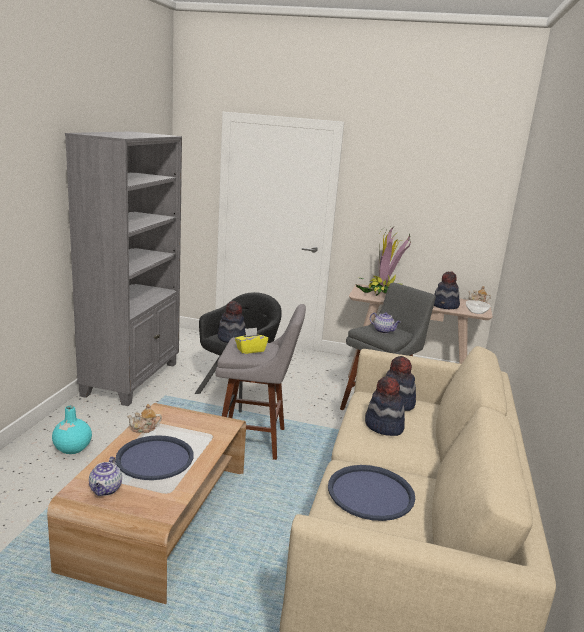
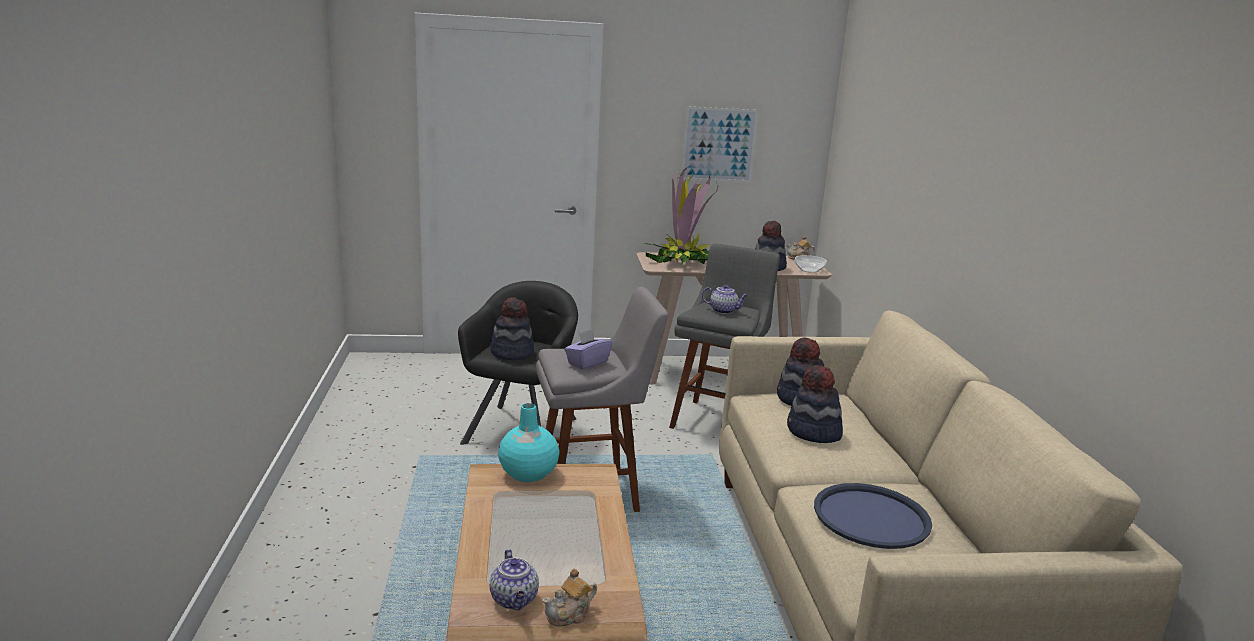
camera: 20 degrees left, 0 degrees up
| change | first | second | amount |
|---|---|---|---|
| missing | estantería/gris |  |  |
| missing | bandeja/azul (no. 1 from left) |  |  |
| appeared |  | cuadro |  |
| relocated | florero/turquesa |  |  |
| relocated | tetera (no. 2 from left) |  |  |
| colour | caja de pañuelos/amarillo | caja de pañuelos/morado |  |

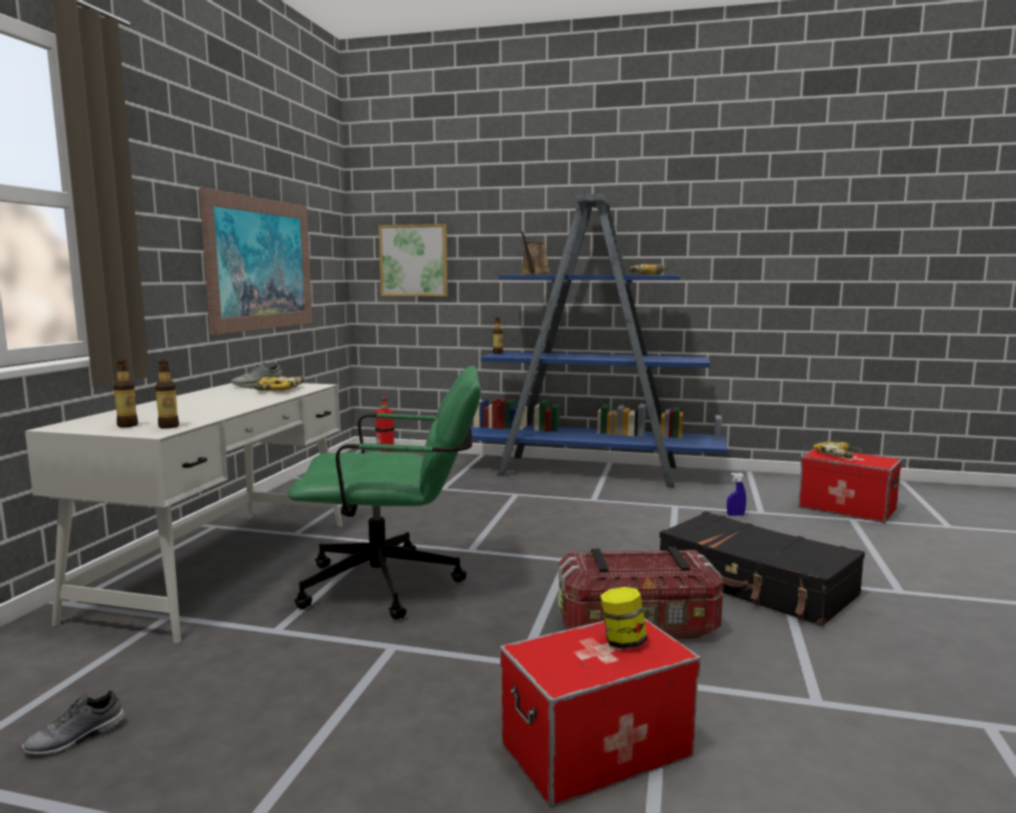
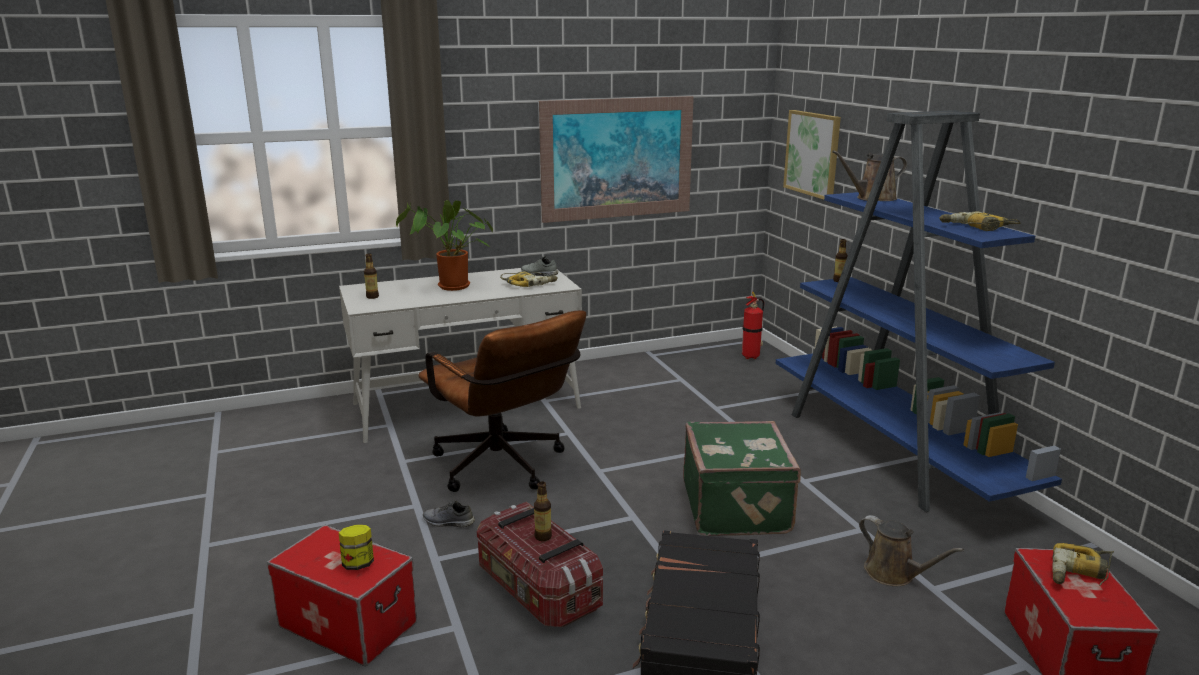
camera: 55 degrees right, 10 degrees up
| change | first | second | amount |
|---|---|---|---|
| appeared |  | planta en maceta |  |
| appeared |  | maleta/verde |  |
| relocated | zapato/gris (no. 1 from left) |  |  |
| relocated | botella (no. 2 from left) |  |  |
| exchanged | pulverizador/azul | regadera/marrón (no. 2 from left) |  |
| colour | silla de oficina/verde | silla de oficina/marrón |  |

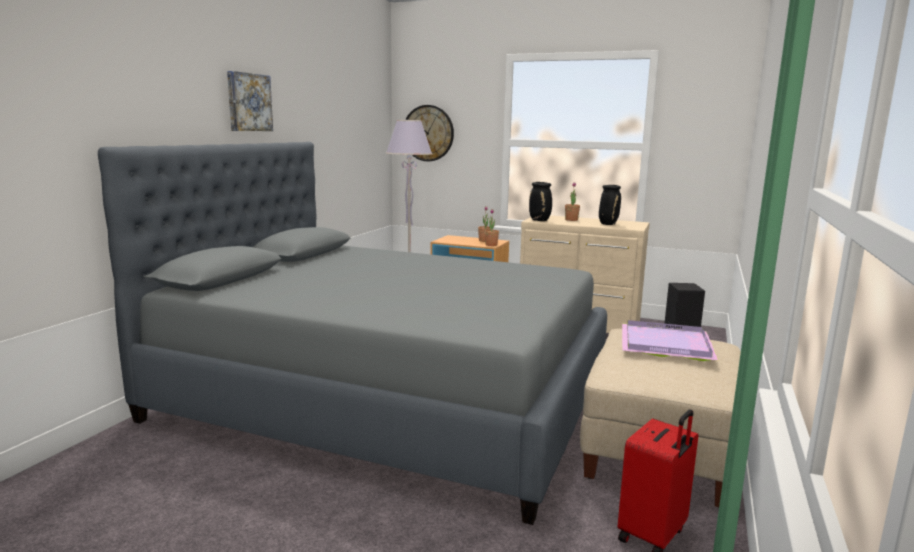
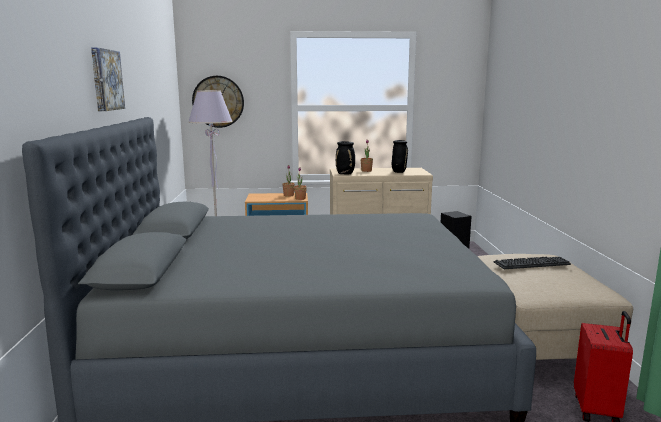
camera: 25 degrees left, 0 degrees up
| change | first | second | amount |
|---|---|---|---|
| exchanged | bandeja/morado | teclado |  |

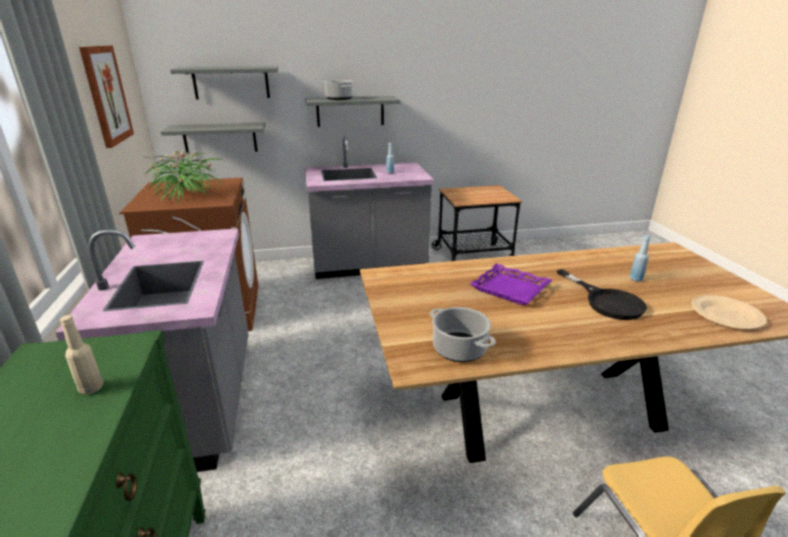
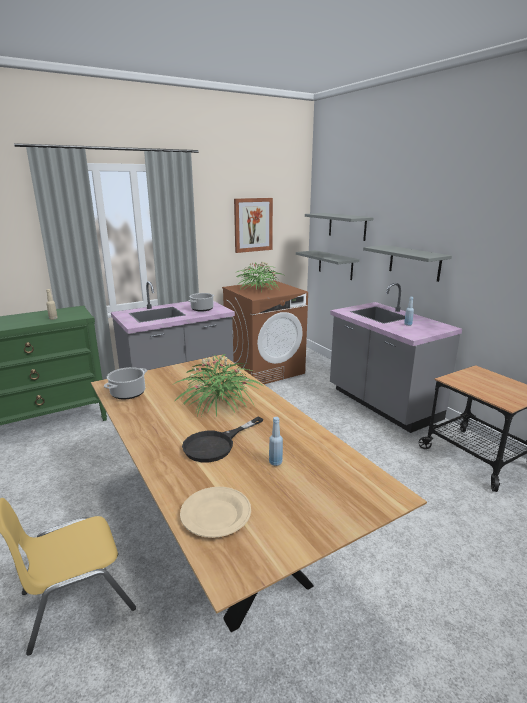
camera: 70 degrees right, 5 degrees down
| change | first | second | amount |
|---|---|---|---|
| relocated | olla (no. 1 from left in the first image) | olla (no. 2 from left) |  |
| exchanged | bandeja/morado | planta en maceta (no. 1 from left) |  |

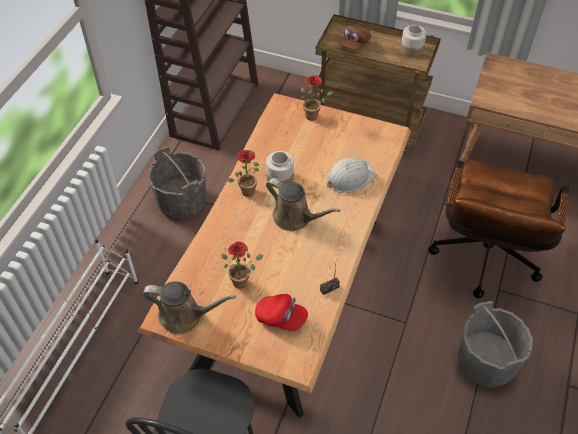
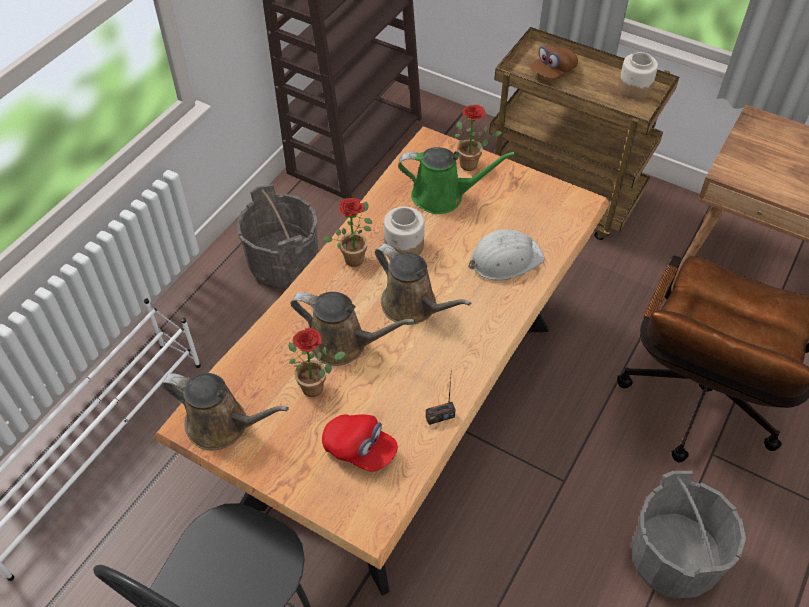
camera: 10 degrees right, 0 degrees up
| change | first | second | amount |
|---|---|---|---|
| appeared |  | regadera/marrón (no. 2 from left) |  |
| appeared |  | regadera/verde |  |

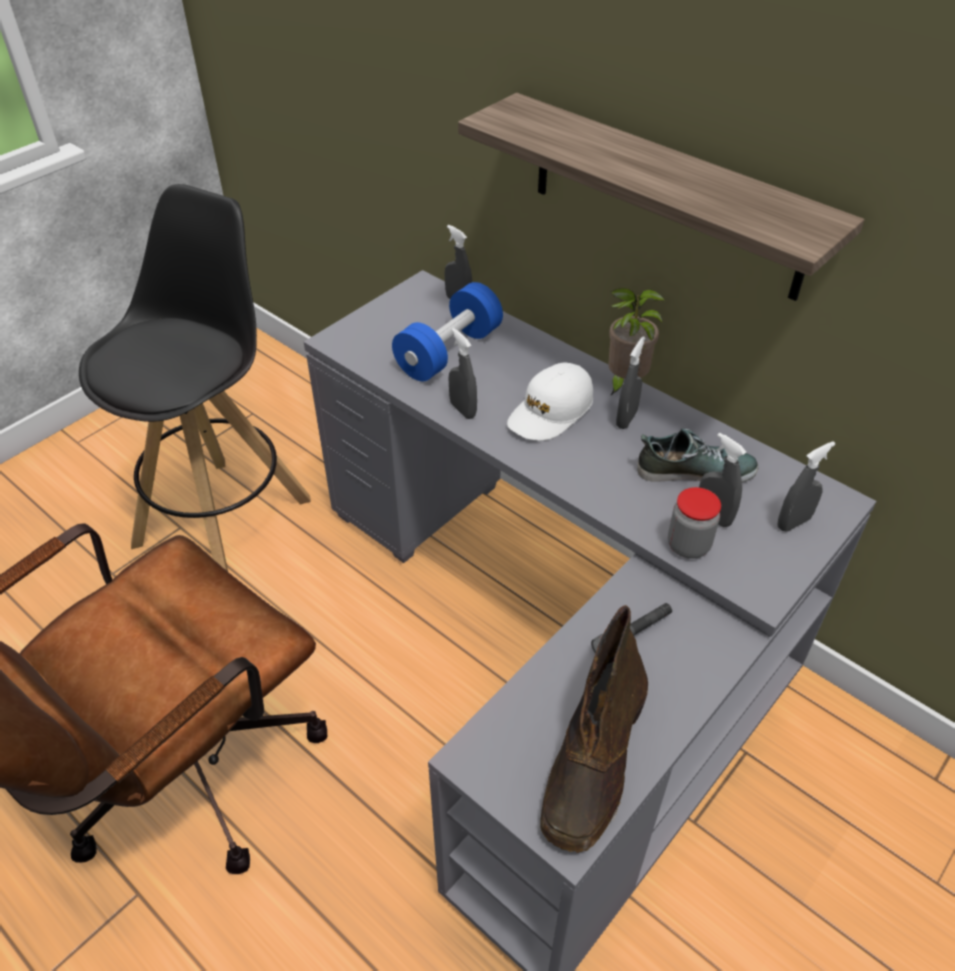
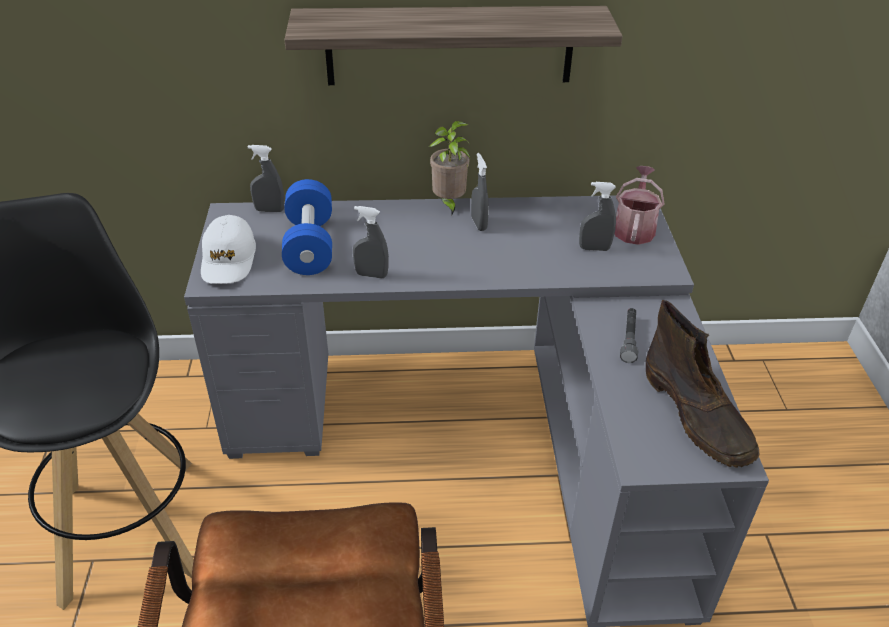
camera: 45 degrees left, 5 degrees down
| change | first | second | amount |
|---|---|---|---|
| missing | zapato |  |  |
| missing | tarro |  |  |
| relocated | gorra/blanco |  |  |
| exchanged | pulverizador/gris (no. 5 from left) | regadera |  |

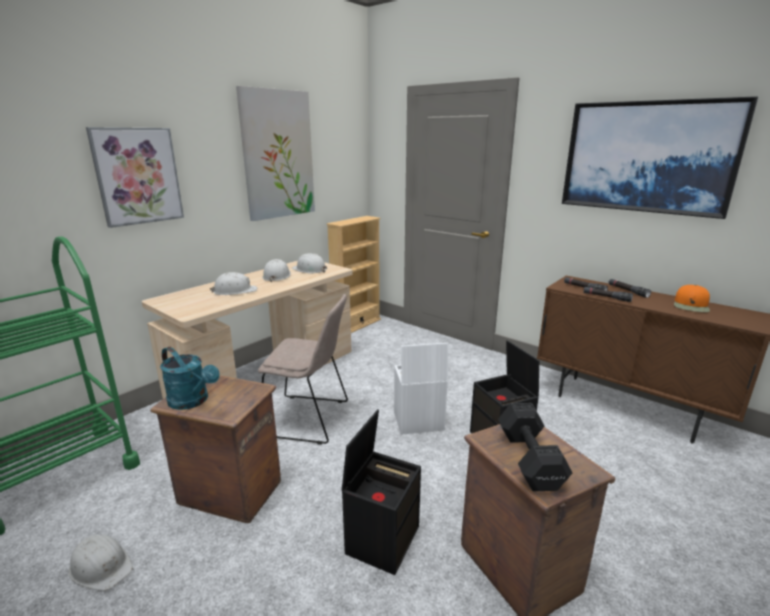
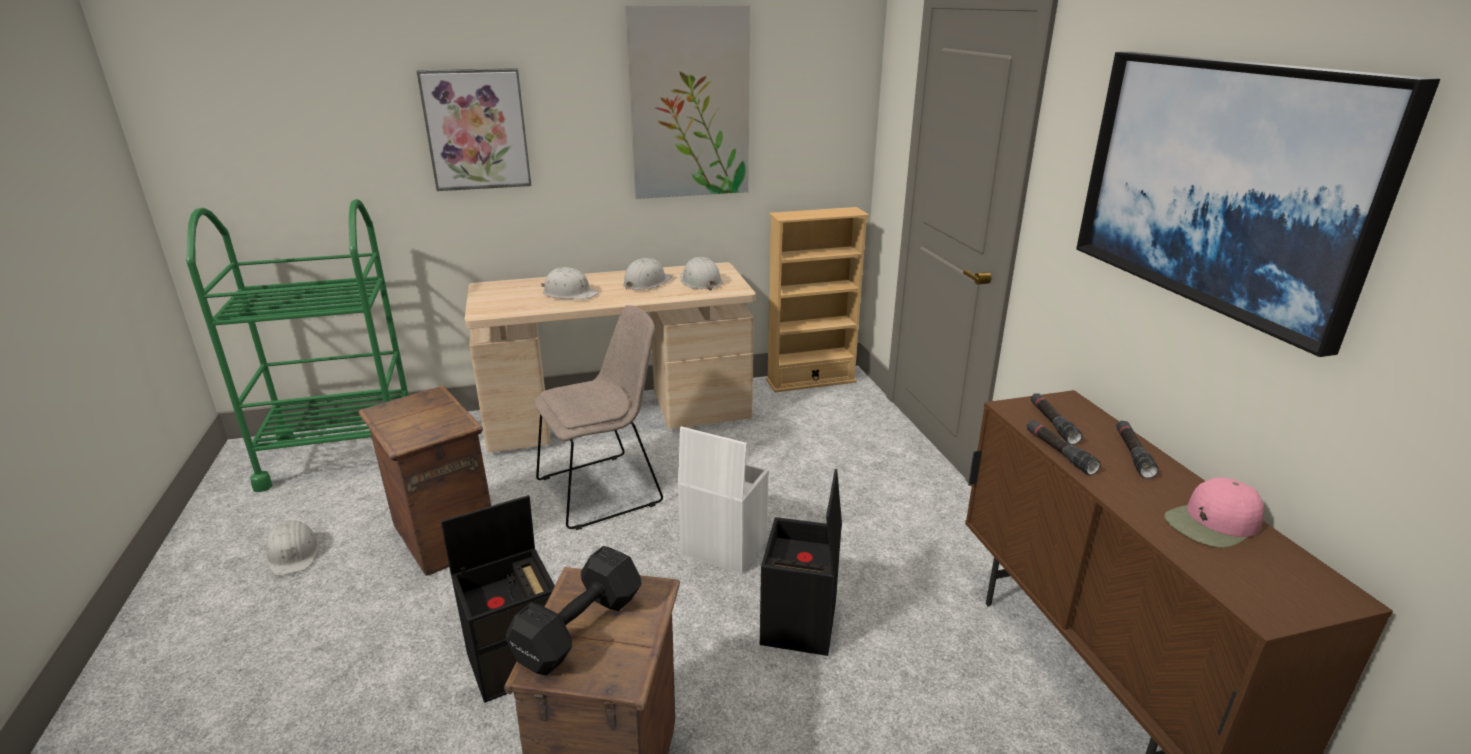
camera: 35 degrees right, 5 degrees up
| change | first | second | amount |
|---|---|---|---|
| missing | regadera/turquesa |  |  |
| colour | gorra/naranja | gorra/rosa |  |
| spun | silla/beis |  | 75 degrees counterclockwise |

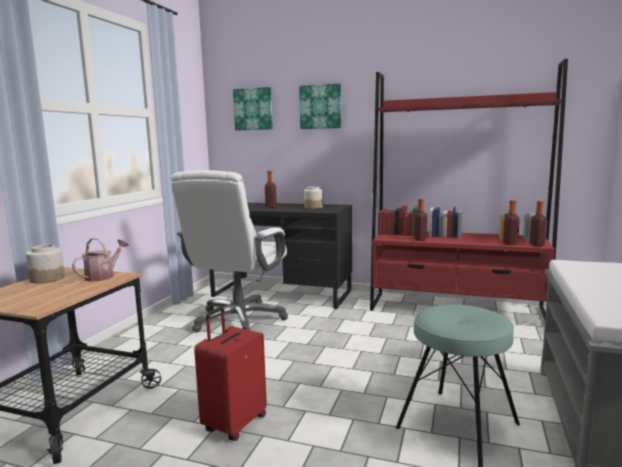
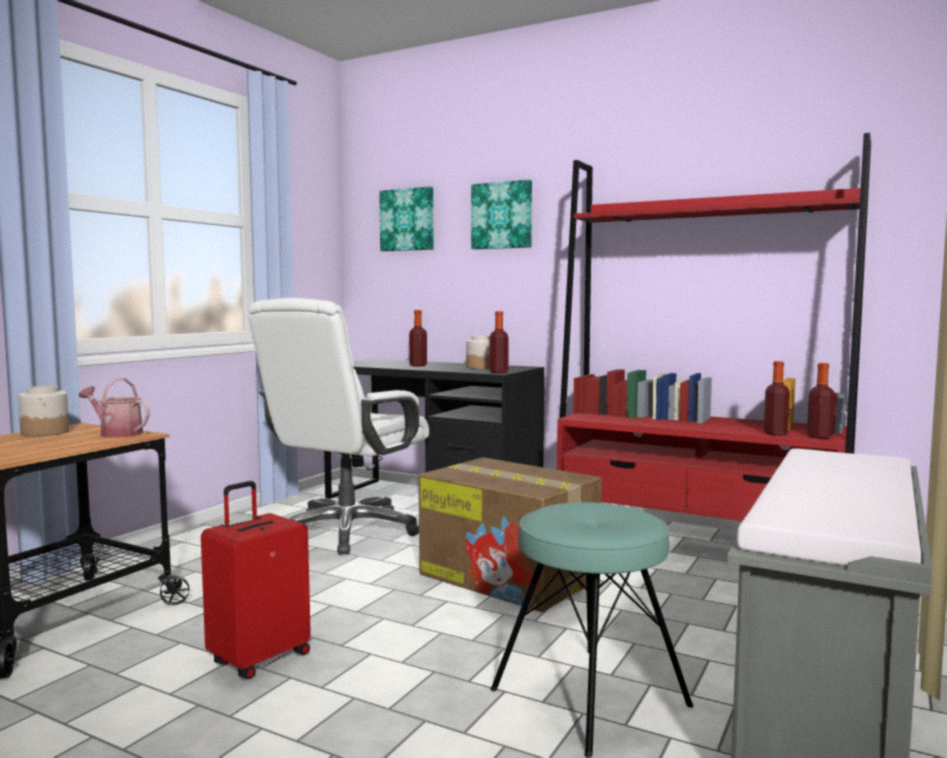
camera: 10 degrees right, 5 degrees down
| change | first | second | amount |
|---|---|---|---|
| appeared |  | caja de cartón |  |
| relocated | botella (no. 2 from left) |  |  |
| spun | regadera |  | 105 degrees counterclockwise |

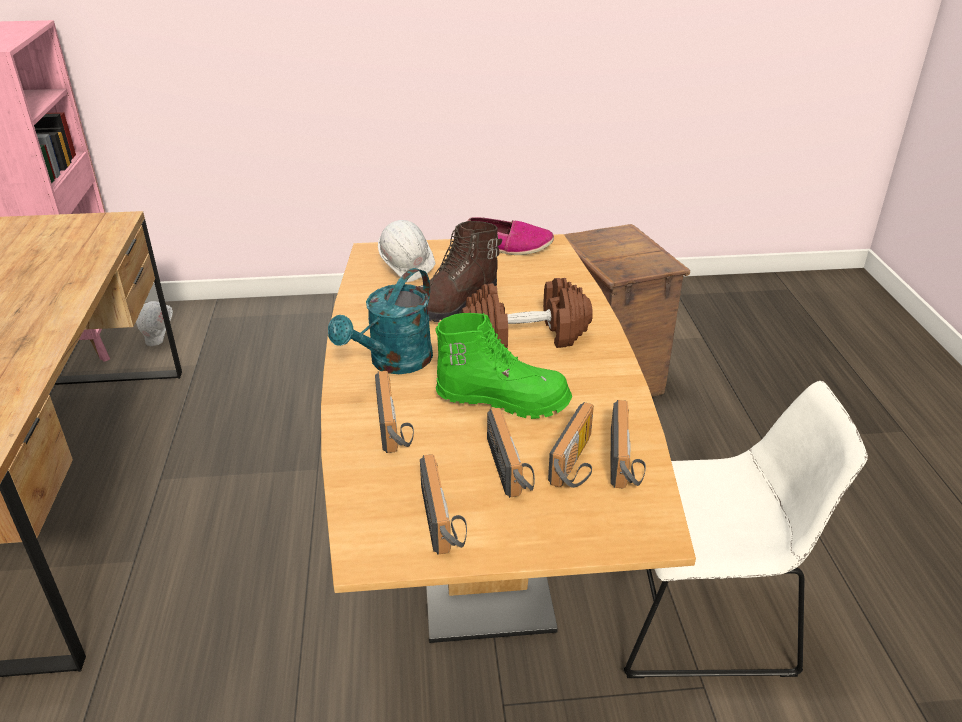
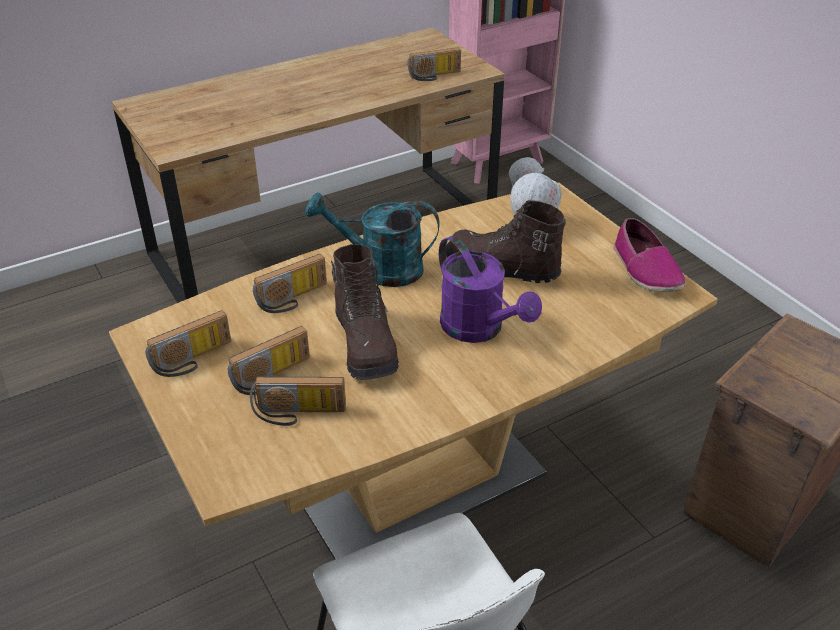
camera: 65 degrees right, 5 degrees up
| change | first | second | amount |
|---|---|---|---|
| relocated | radio (no. 5 from left) |  |  |
| exchanged | mancuerna/marrón | regadera/morado |  |
| colour | bota/verde | bota/marrón (no. 1 from left) |  |

